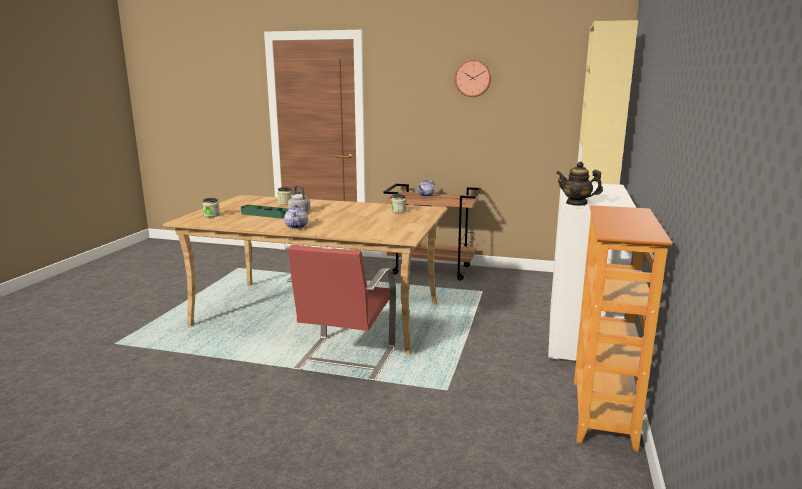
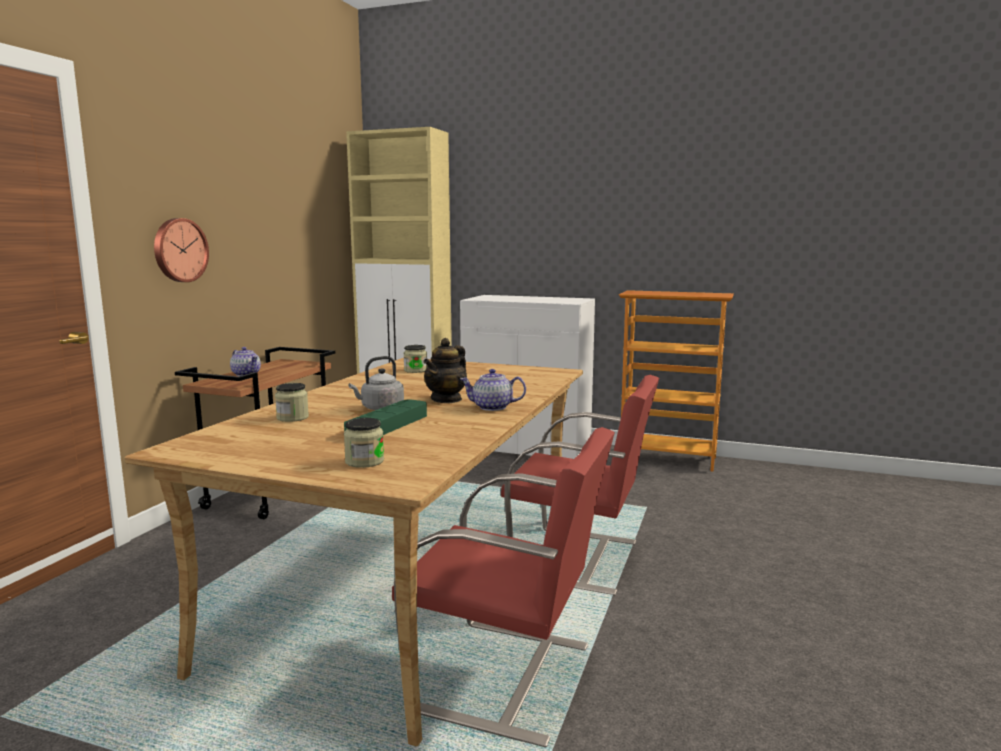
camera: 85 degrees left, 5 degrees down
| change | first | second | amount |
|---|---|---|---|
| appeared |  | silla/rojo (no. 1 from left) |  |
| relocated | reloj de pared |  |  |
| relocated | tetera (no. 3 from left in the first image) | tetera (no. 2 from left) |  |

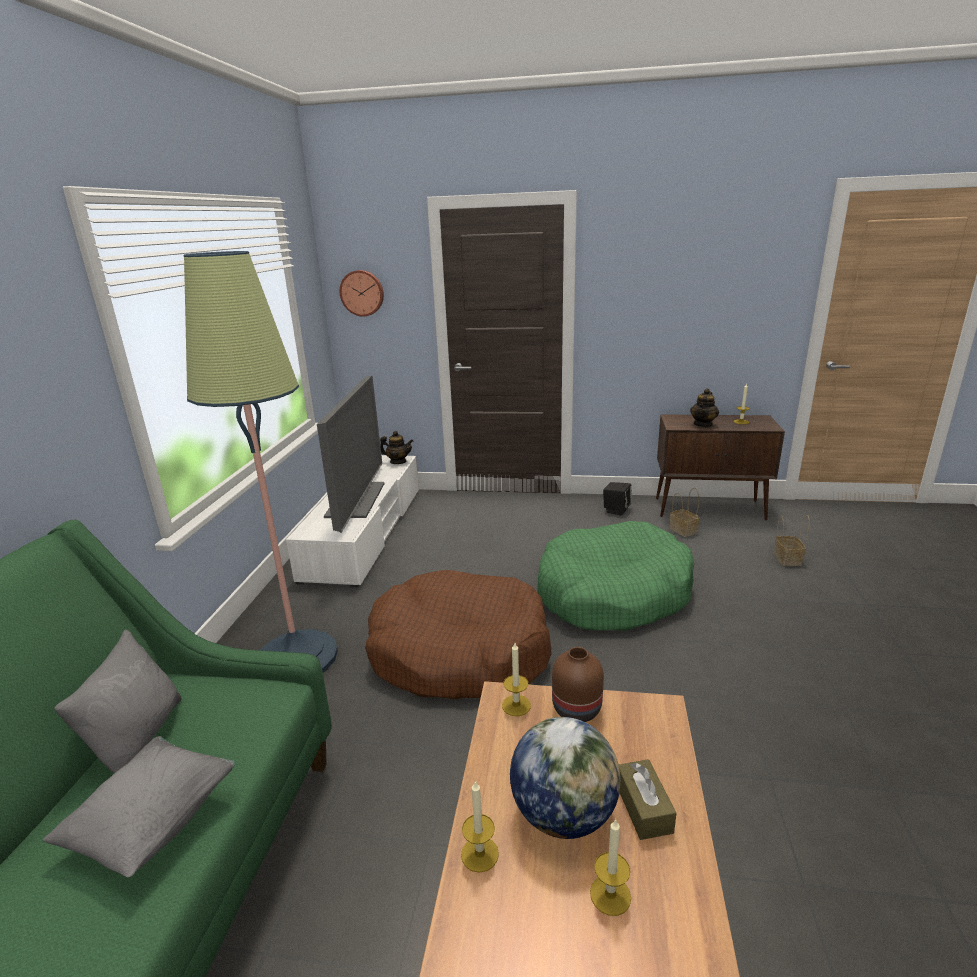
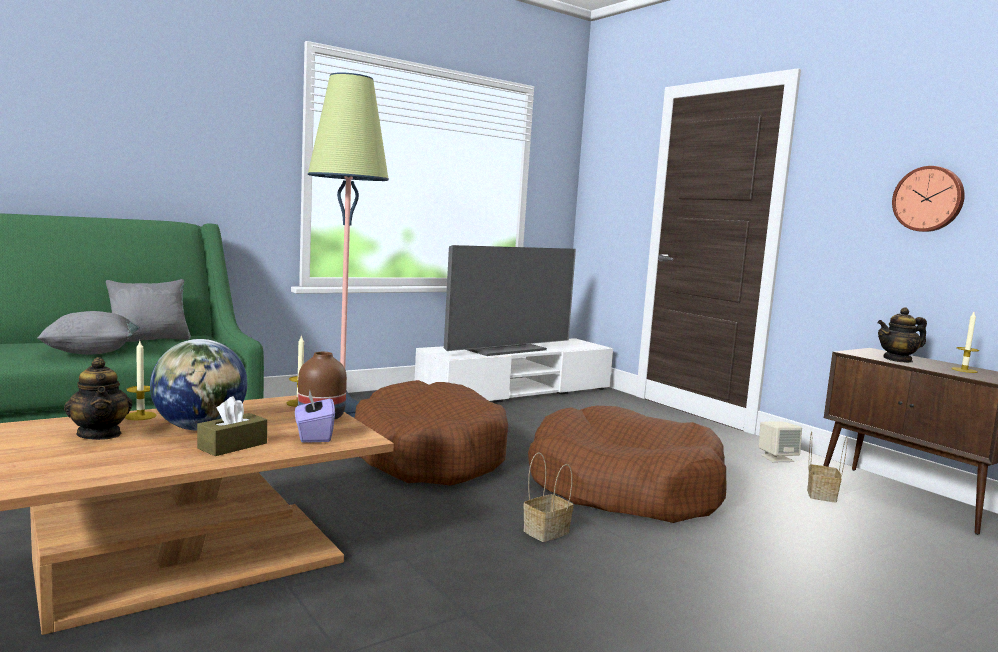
camera: 45 degrees right, 15 degrees down
| change | first | second | amount |
|---|---|---|---|
| missing | vela (no. 3 from left) |  |  |
| appeared |  | caja de pañuelos/morado |  |
| relocated | reloj de pared |  |  |
| relocated | tetera (no. 1 from left) |  |  |
| relocated | cesta (no. 2 from left in the first image) | cesta (no. 1 from left) |  |
| colour | cama para perro/verde | cama para perro/marrón (no. 2 from left) |  |
| colour | altavoz/negro | altavoz/beis |  |

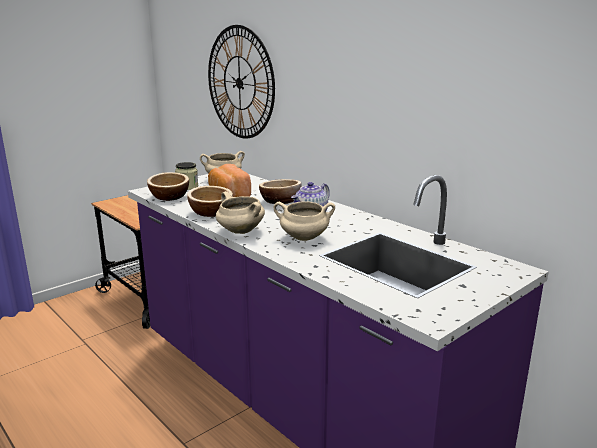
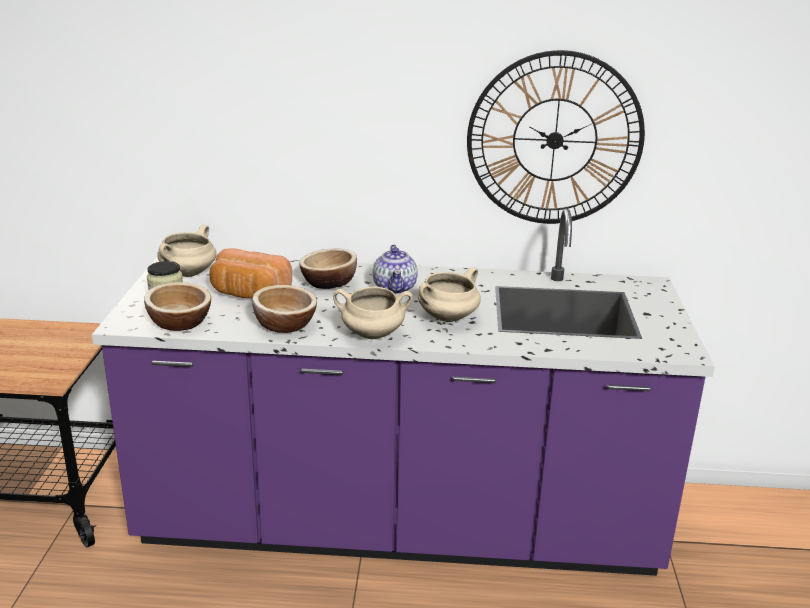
camera: 45 degrees left, 5 degrees up
| change | first | second | amount |
|---|---|---|---|
| relocated | reloj de pared |  |  |

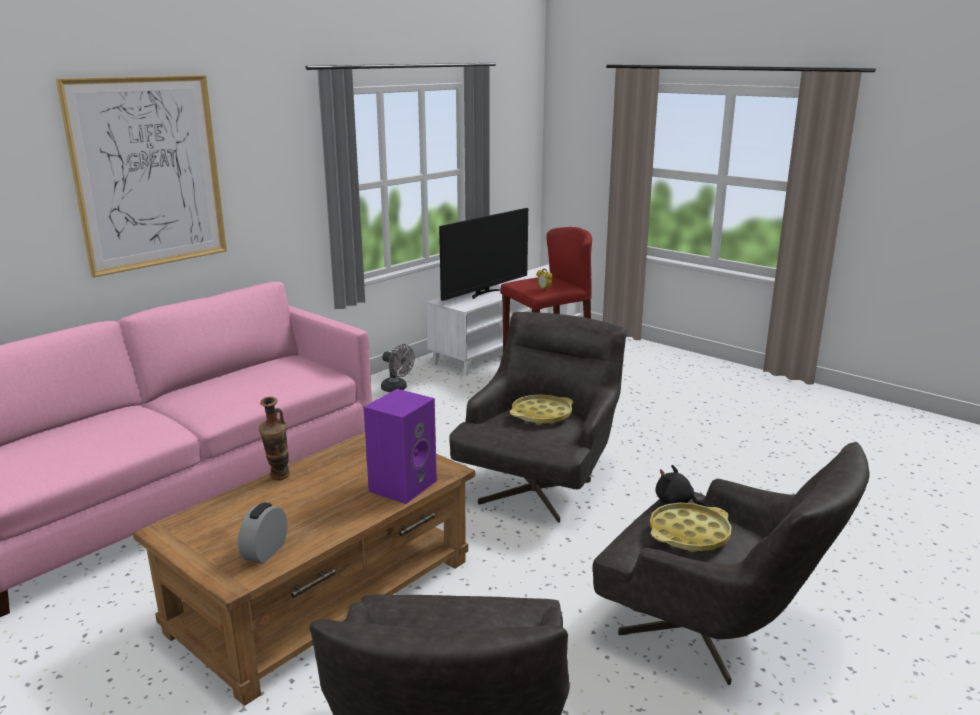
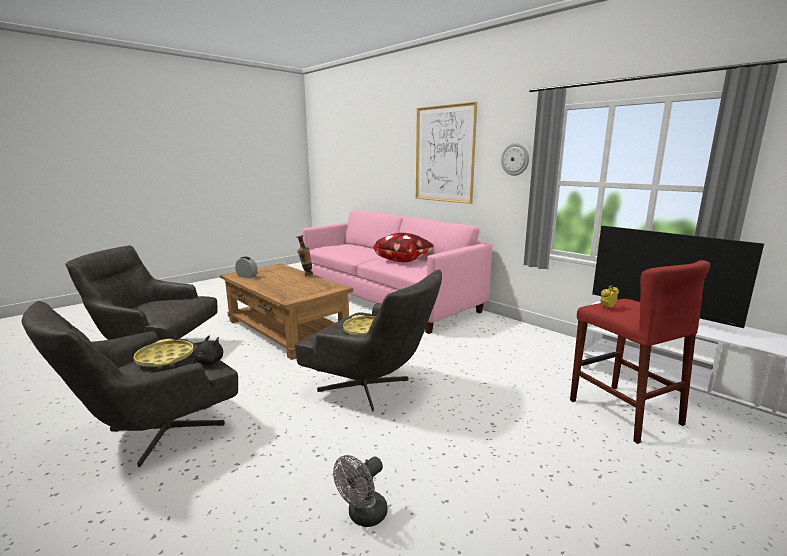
camera: 95 degrees right, 5 degrees down
| change | first | second | amount |
|---|---|---|---|
| missing | altavoz/morado |  |  |
| appeared |  | cojín |  |
| appeared |  | reloj de pared |  |
| relocated | ventilador/gris |  |  |

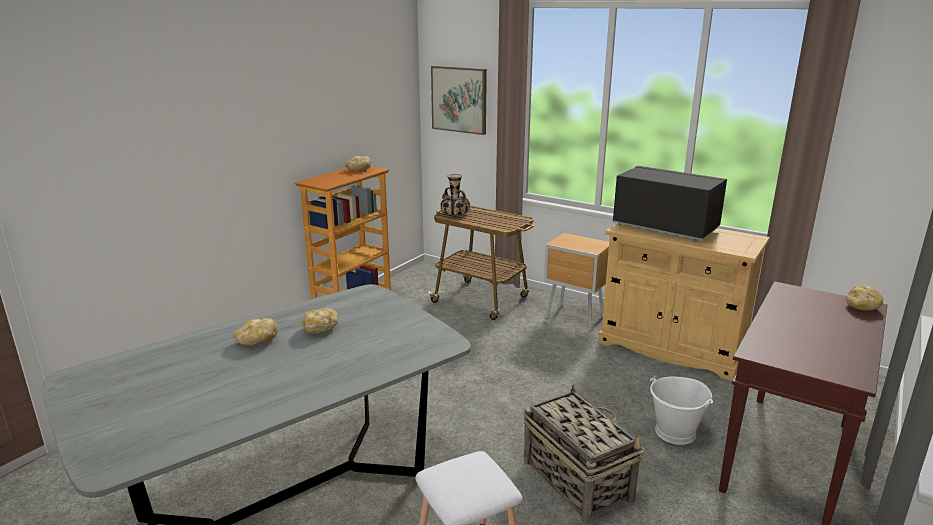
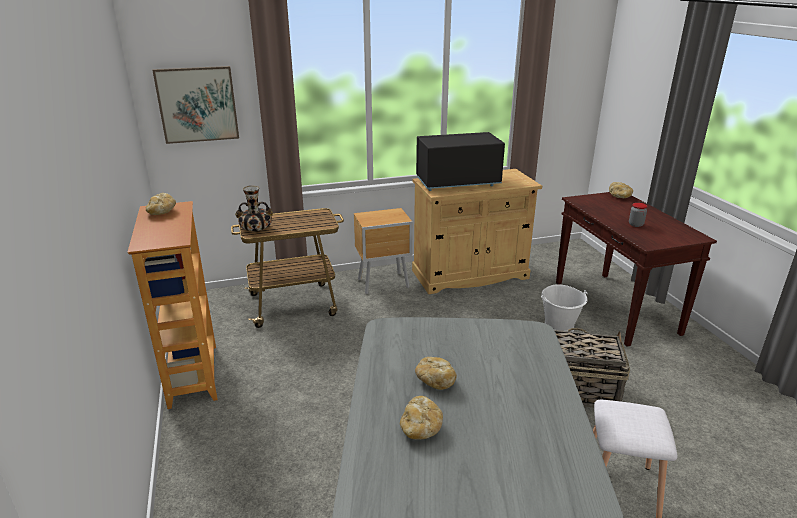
camera: 50 degrees left, 5 degrees up
| change | first | second | amount |
|---|---|---|---|
| appeared |  | tarro |  |

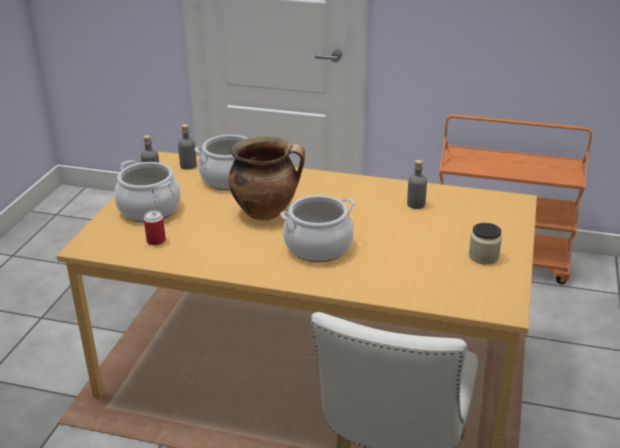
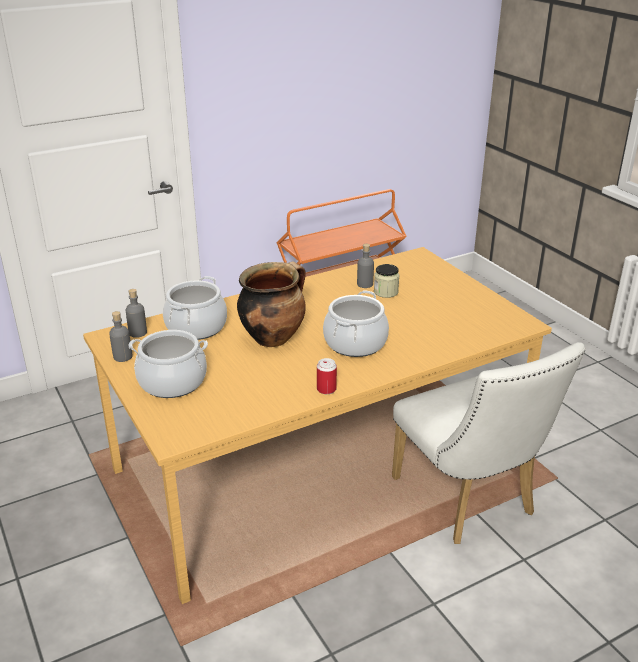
camera: 45 degrees left, 0 degrees up
| change | first | second | amount |
|---|---|---|---|
| relocated | lata |  |  |
| relocated | tarro |  |  |

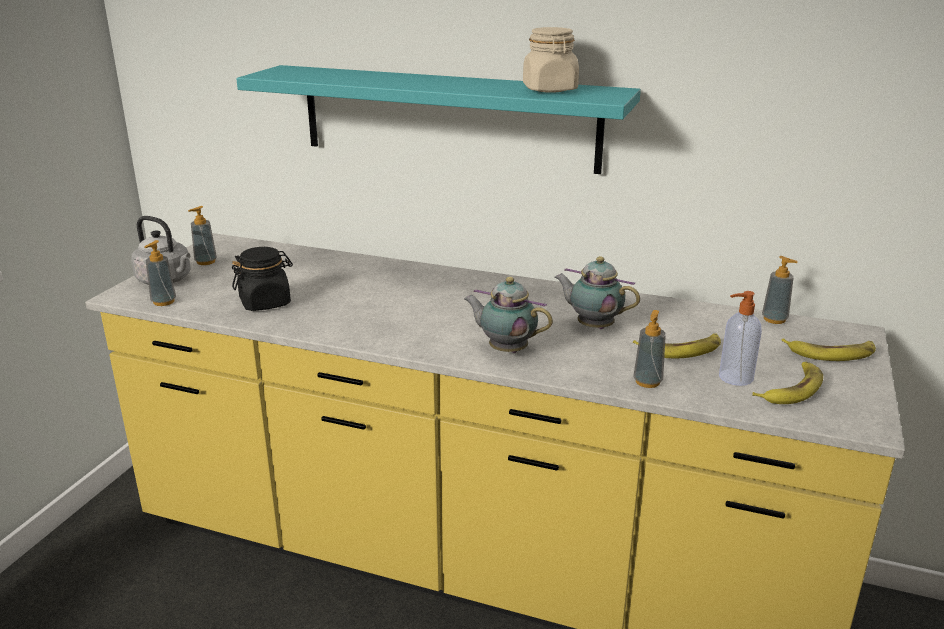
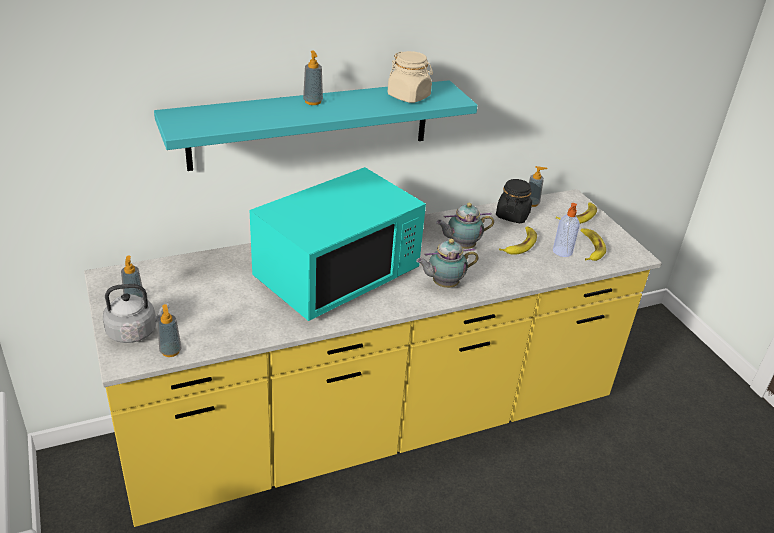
camera: 45 degrees left, 10 degrees up
| change | first | second | amount |
|---|---|---|---|
| appeared |  | microondas/turquesa |  |
| relocated | tarro/negro |  |  |
| relocated | dispensador de jabón (no. 3 from left) |  |  |

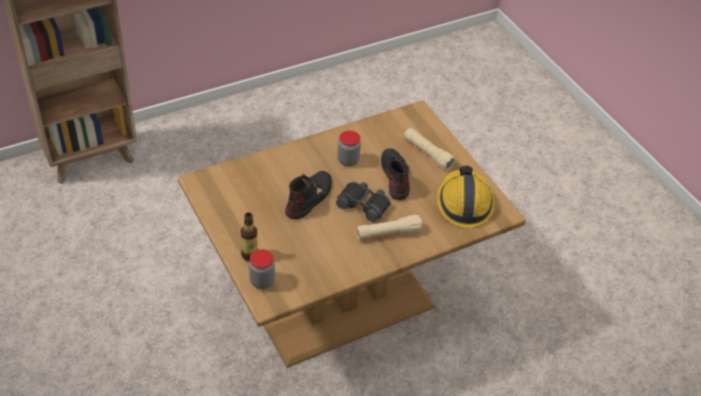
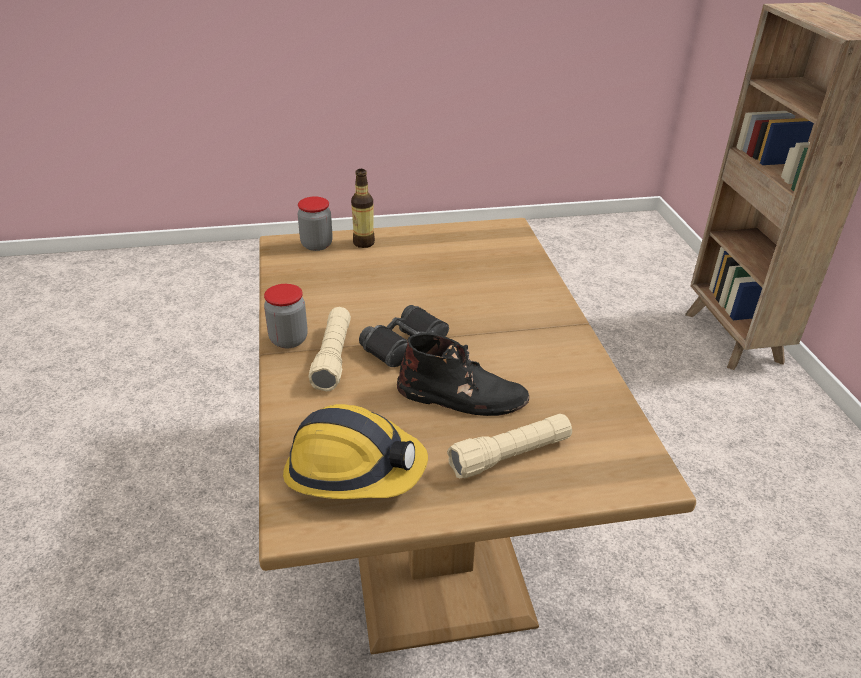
camera: 110 degrees right, 10 degrees down
| change | first | second | amount |
|---|---|---|---|
| missing | bota/negro (no. 1 from left) |  |  |
| relocated | tarro (no. 2 from left in the first image) | tarro (no. 1 from left) |  |

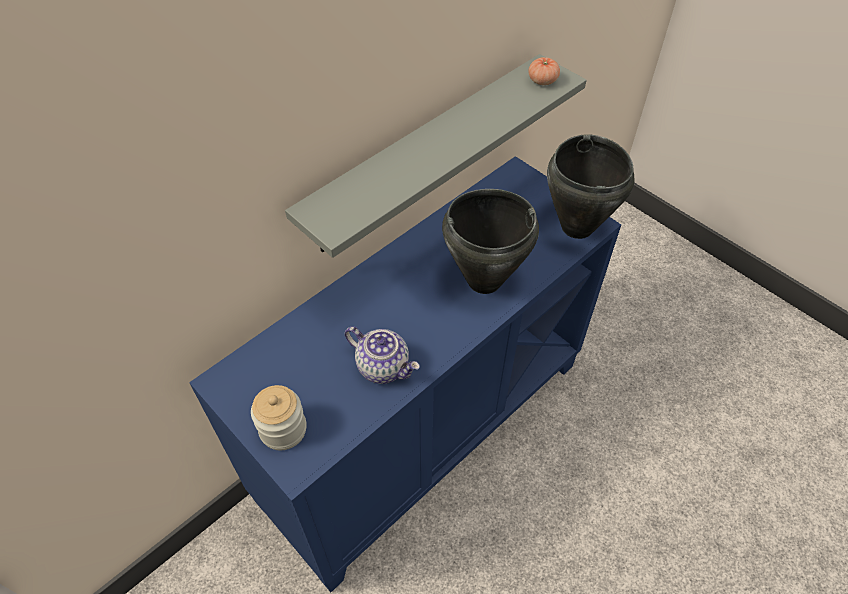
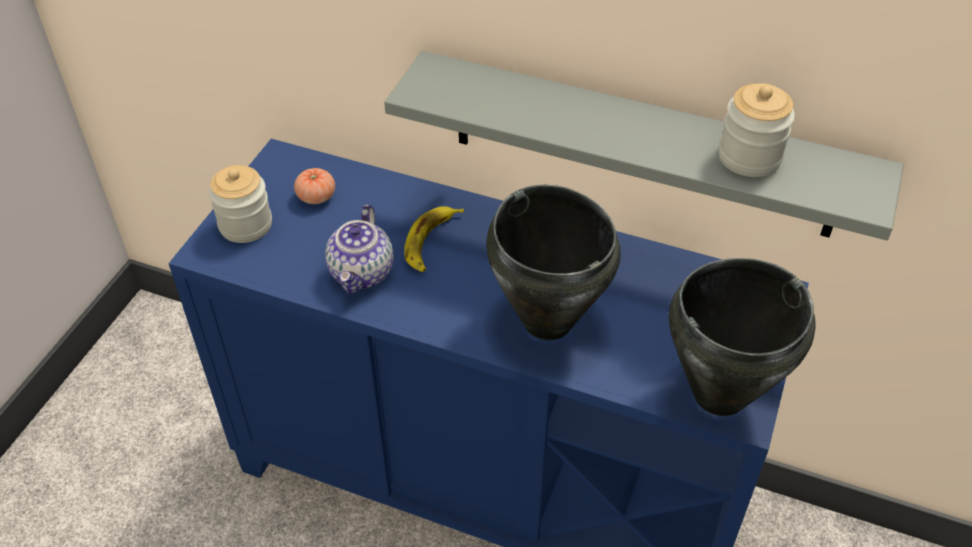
camera: 65 degrees right, 5 degrees down
| change | first | second | amount |
|---|---|---|---|
| appeared |  | plátano |  |
| appeared |  | tarro (no. 2 from left) |  |
| relocated | tomate |  |  |

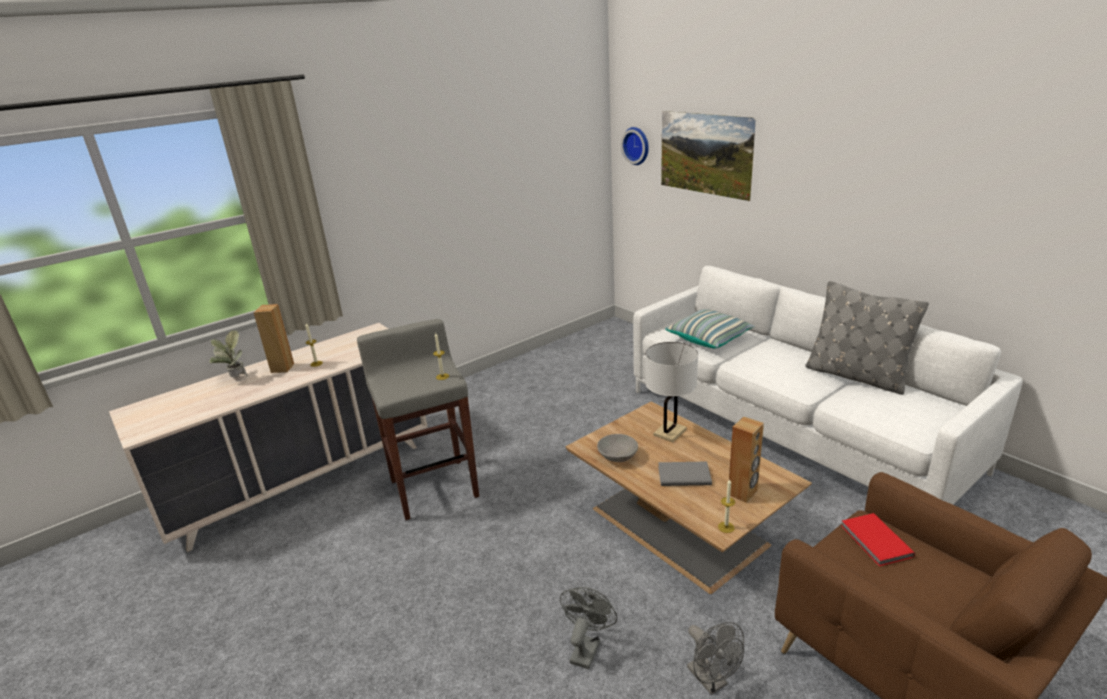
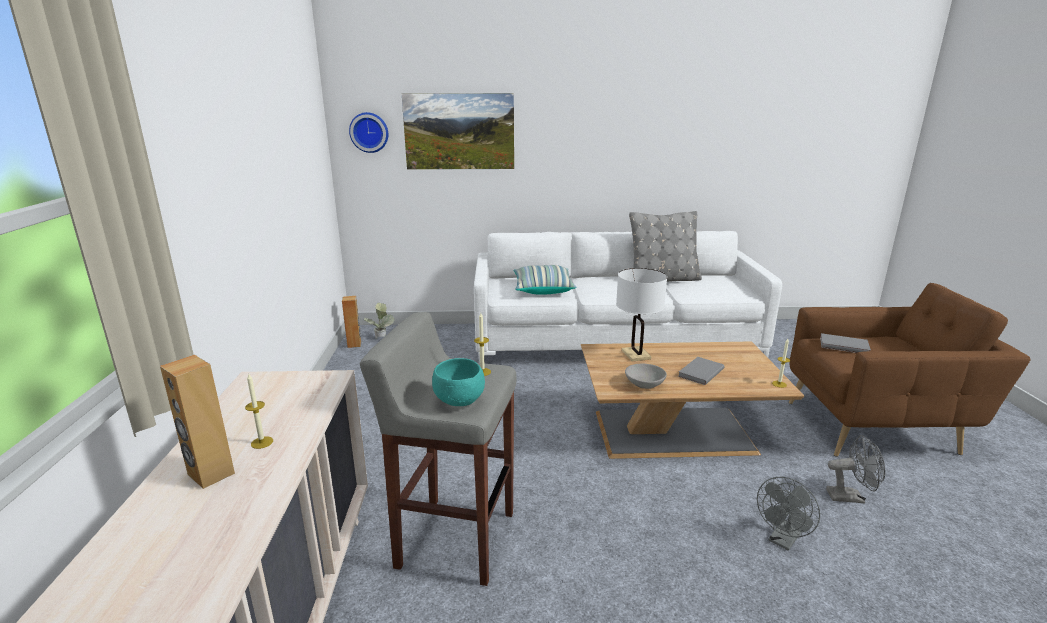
camera: 55 degrees left, 5 degrees down
| change | first | second | amount |
|---|---|---|---|
| appeared |  | cuenco/turquesa |  |
| relocated | planta en maceta |  |  |
| relocated | altavoz/marrón (no. 2 from left) |  |  |
| colour | libro/rojo | libro/gris (no. 2 from left) |  |
| spun | ventilador/gris (no. 1 from left) |  | 105 degrees counterclockwise |

